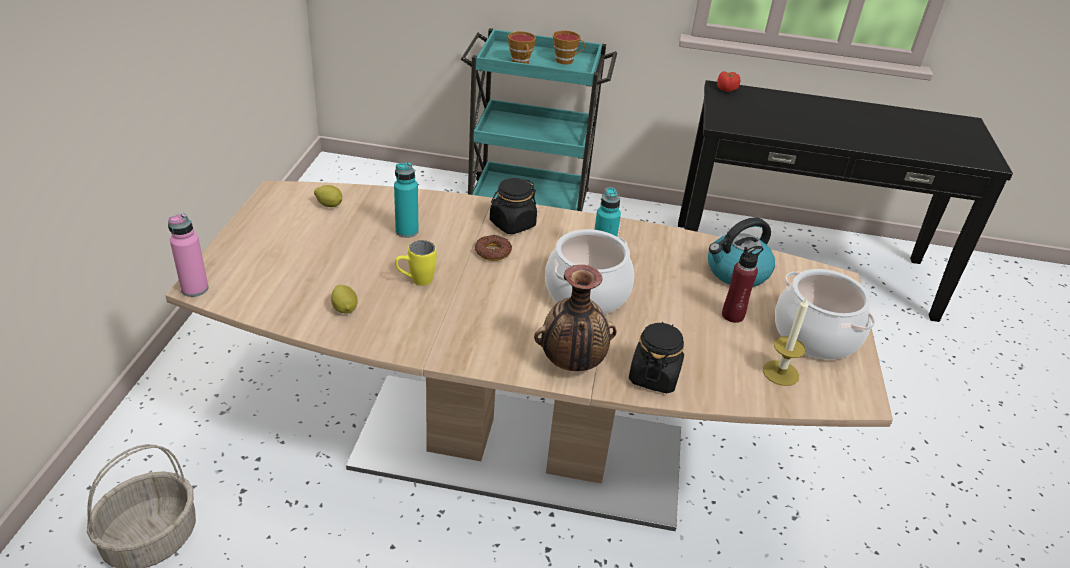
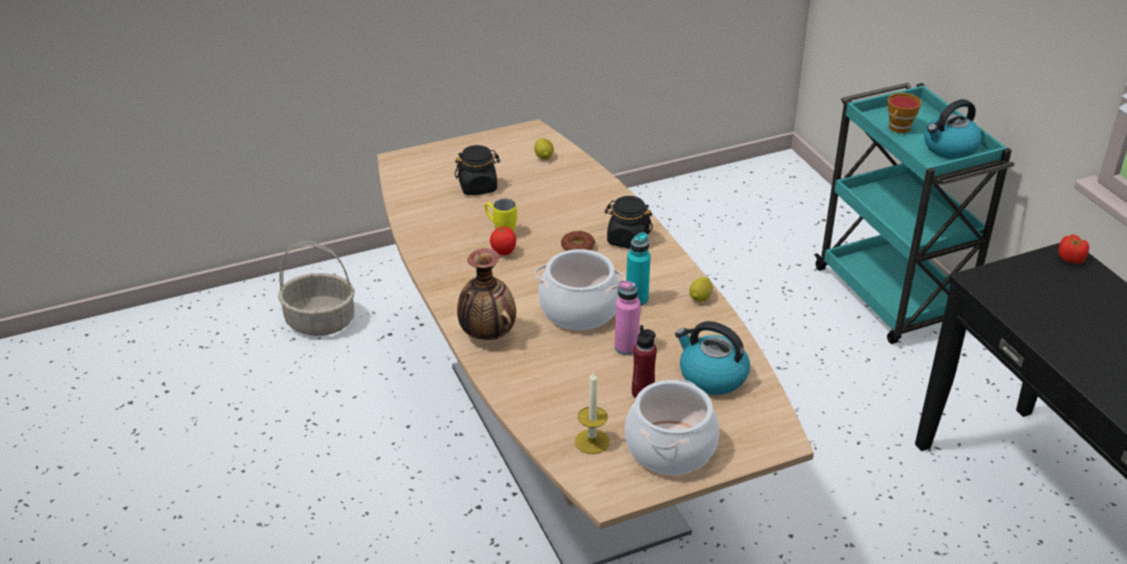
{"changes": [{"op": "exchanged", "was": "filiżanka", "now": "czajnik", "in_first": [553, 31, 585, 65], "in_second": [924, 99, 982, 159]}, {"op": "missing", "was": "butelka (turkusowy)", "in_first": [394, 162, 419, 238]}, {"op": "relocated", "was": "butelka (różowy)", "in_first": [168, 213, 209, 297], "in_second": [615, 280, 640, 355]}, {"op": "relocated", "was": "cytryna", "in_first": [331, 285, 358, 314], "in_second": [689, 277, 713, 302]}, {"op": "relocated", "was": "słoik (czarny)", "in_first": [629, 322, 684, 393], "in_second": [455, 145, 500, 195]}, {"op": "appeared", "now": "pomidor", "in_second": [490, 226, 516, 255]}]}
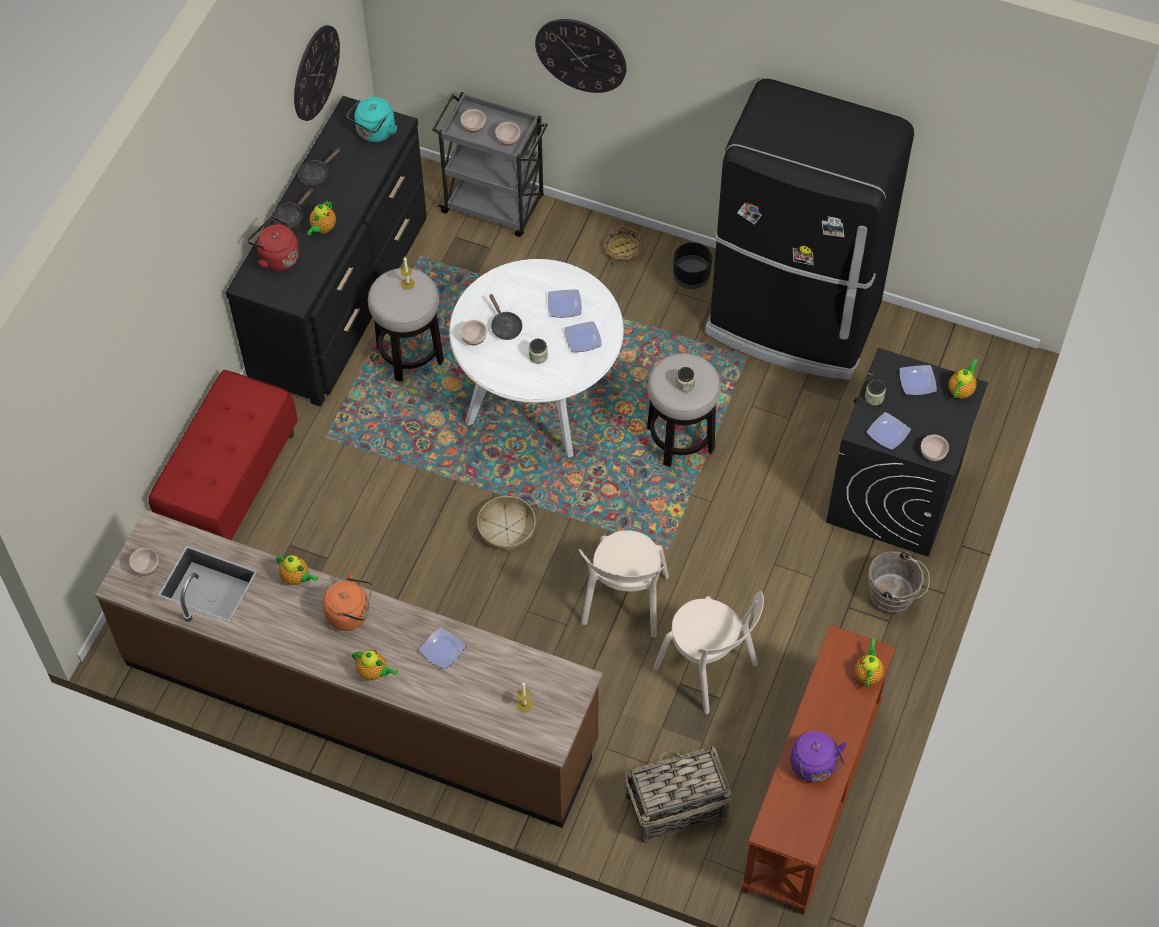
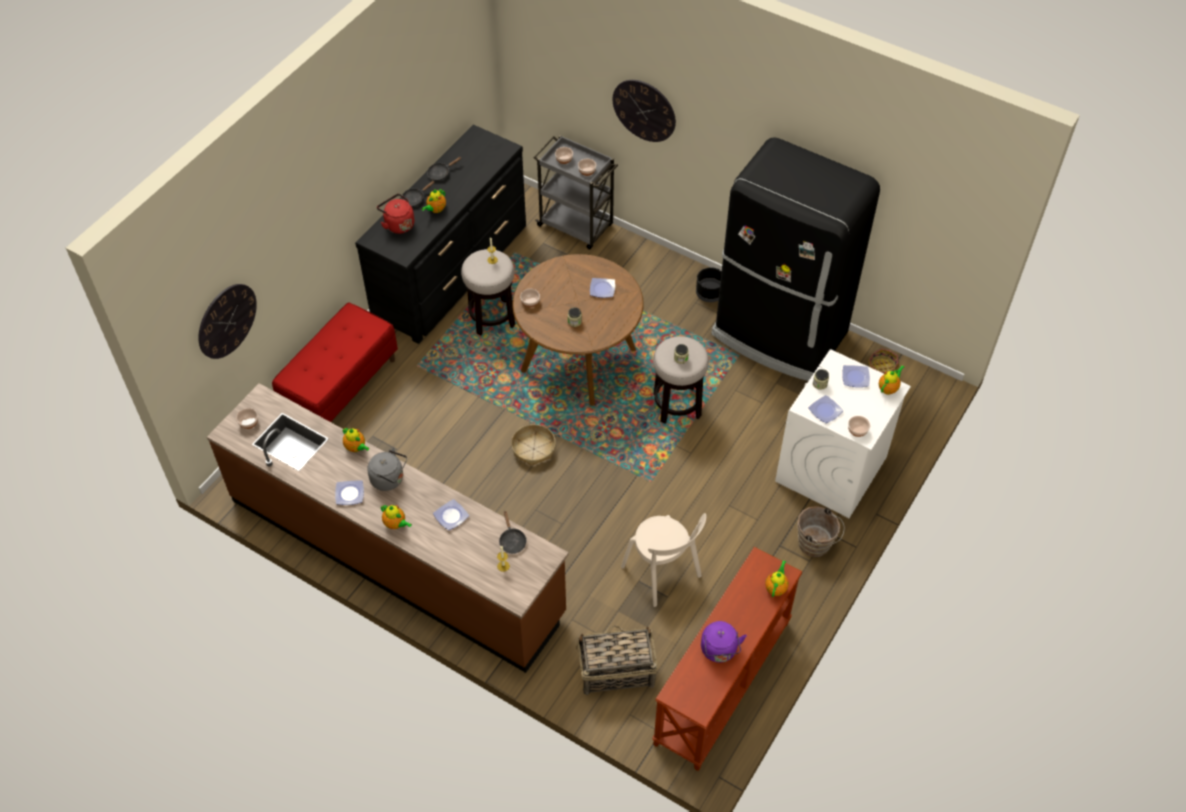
{"changes": [{"op": "relocated", "was": "zegar ścienny", "in_first": [294, 25, 340, 121], "in_second": [198, 284, 257, 359]}, {"op": "missing", "was": "czajnik (turkusowy)", "in_first": [347, 97, 397, 142]}, {"op": "relocated", "was": "koszyk", "in_first": [603, 226, 643, 265], "in_second": [868, 349, 899, 374]}, {"op": "colour", "was": "stół jadalny (biały)", "now": "stół jadalny (brązowy)", "in_first": [449, 259, 624, 458], "in_second": [512, 254, 644, 406]}, {"op": "relocated", "was": "patelnia (czarny)", "in_first": [490, 294, 522, 340], "in_second": [499, 511, 526, 554]}, {"op": "relocated", "was": "talerz", "in_first": [564, 321, 602, 352], "in_second": [335, 480, 364, 505]}, {"op": "colour", "was": "pralka (czarny)", "now": "pralka (biały)", "in_first": [826, 348, 988, 557], "in_second": [775, 349, 911, 518]}, {"op": "missing", "was": "krzesło (beżowy)", "in_first": [579, 530, 669, 638]}, {"op": "colour", "was": "czajnik (pomarańczowy)", "now": "czajnik (szary)", "in_first": [323, 573, 372, 631], "in_second": [367, 448, 407, 491]}]}
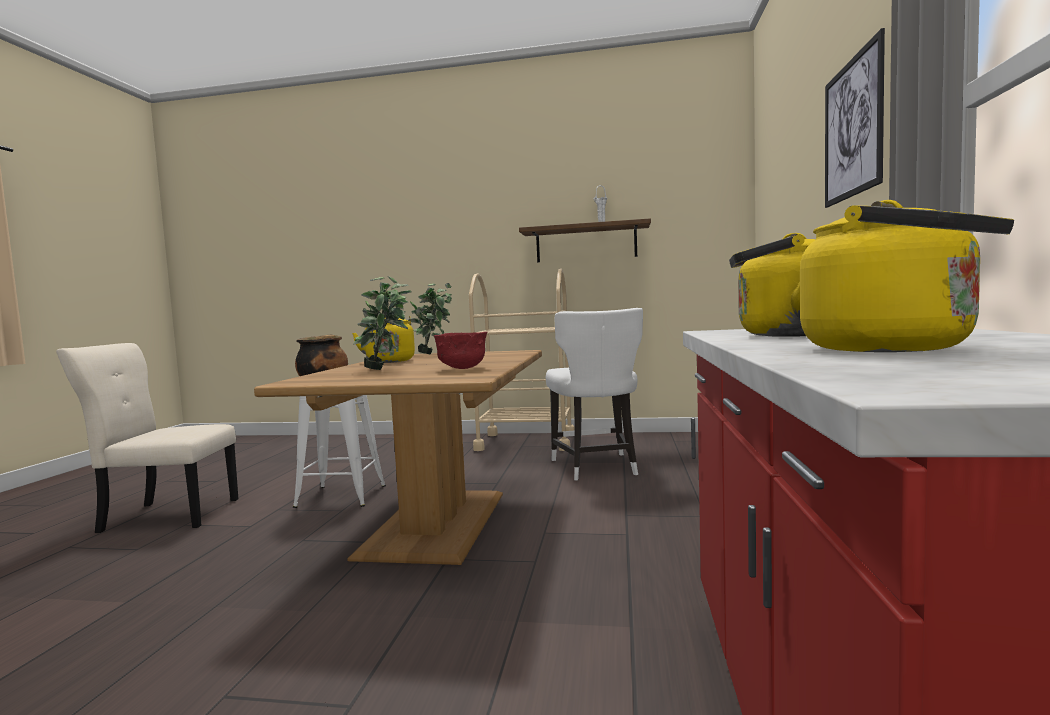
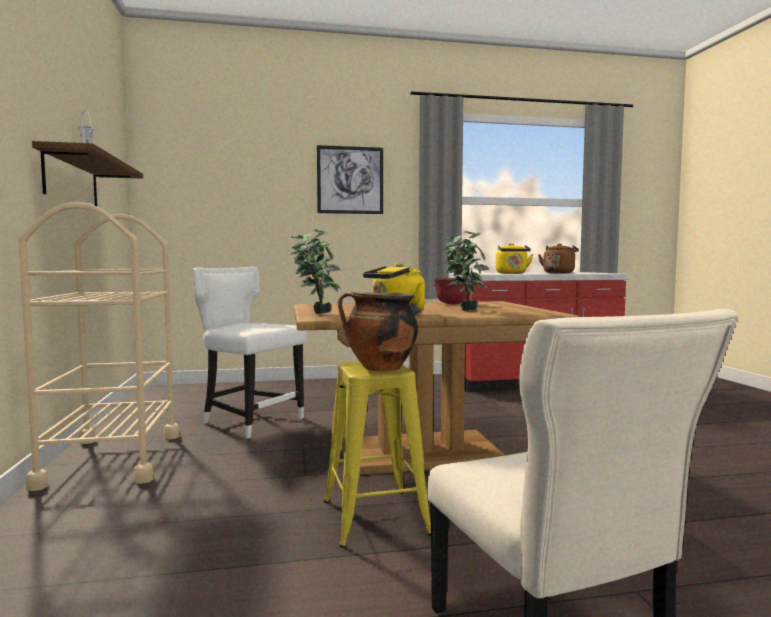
{"changes": [{"op": "colour", "was": "czajnik (żółty)", "now": "czajnik (brązowy)", "in_first": [800, 200, 1014, 352], "in_second": [538, 243, 579, 273]}, {"op": "spun", "was": "krzesło (biały)", "in_first": [546, 308, 643, 480], "in_second": [193, 267, 307, 438], "clockwise": -120}, {"op": "colour", "was": "stołek (biały)", "now": "stołek (żółty)", "in_first": [293, 395, 386, 508], "in_second": [324, 362, 431, 548]}]}
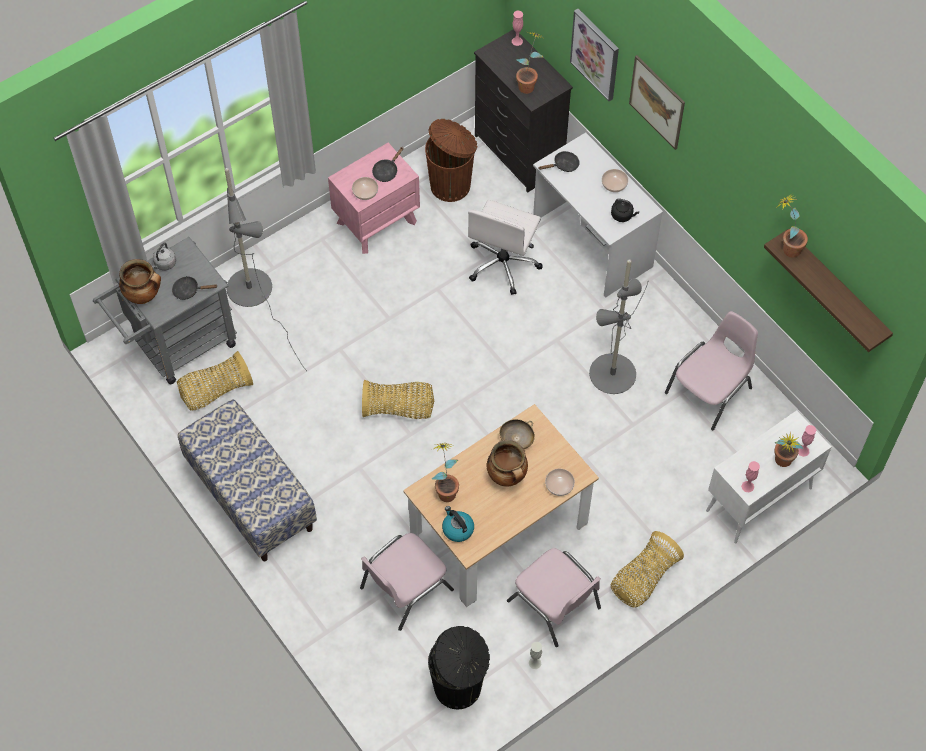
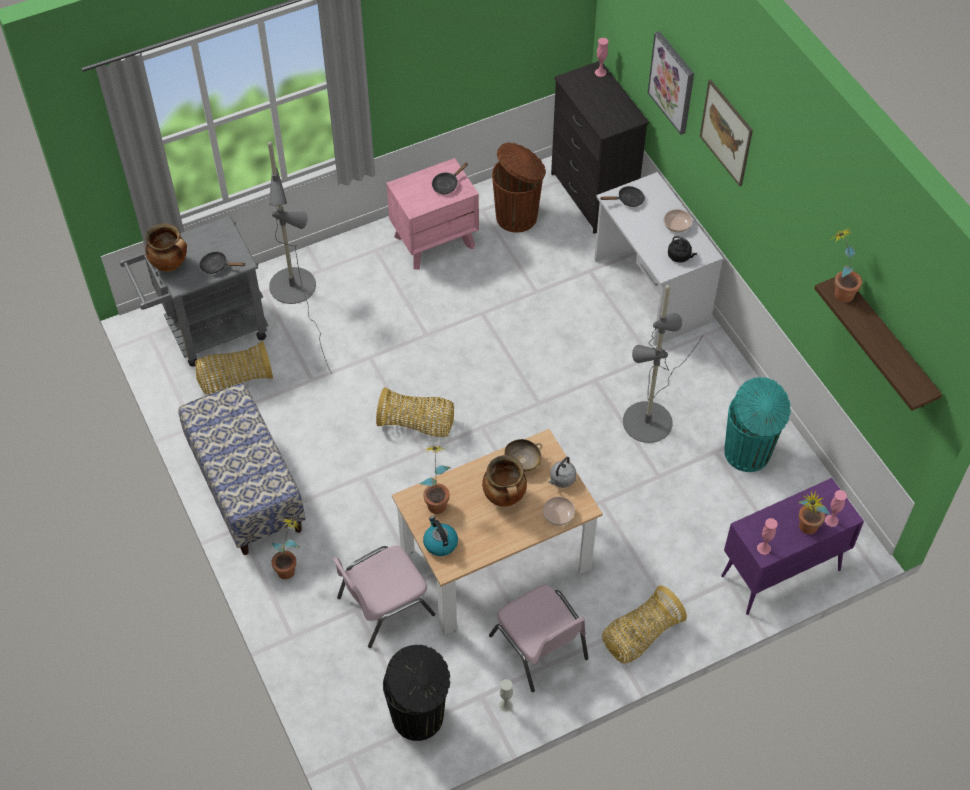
{"changes": [{"op": "relocated", "was": "roślina doniczkowa", "in_first": [516, 32, 544, 94], "in_second": [271, 518, 300, 579]}, {"op": "missing", "was": "miska", "in_first": [352, 177, 378, 200]}, {"op": "missing", "was": "krzesło biurowe (biały)", "in_first": [468, 200, 543, 295]}, {"op": "relocated", "was": "czajnik (szary)", "in_first": [152, 243, 176, 270], "in_second": [549, 457, 576, 488]}, {"op": "exchanged", "was": "krzesło (różowy)", "now": "kosz na śmieci (turkusowy)", "in_first": [665, 311, 758, 430], "in_second": [724, 377, 791, 472]}, {"op": "colour", "was": "szafka (biały)", "now": "szafka (fioletowy)", "in_first": [706, 410, 832, 544], "in_second": [721, 478, 864, 615]}]}
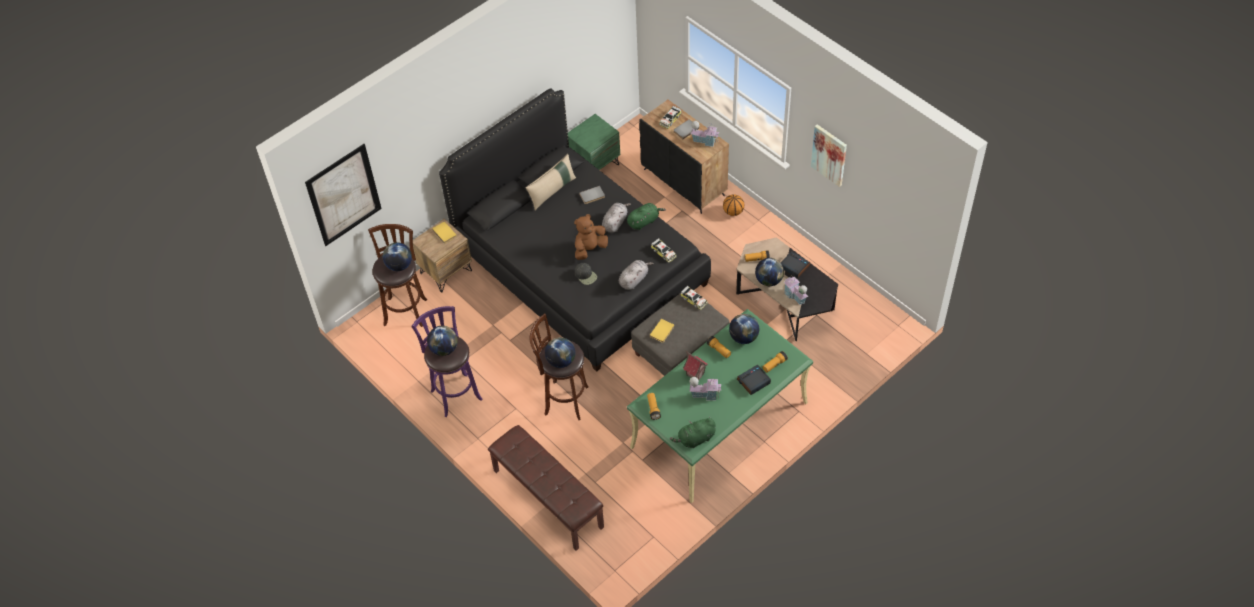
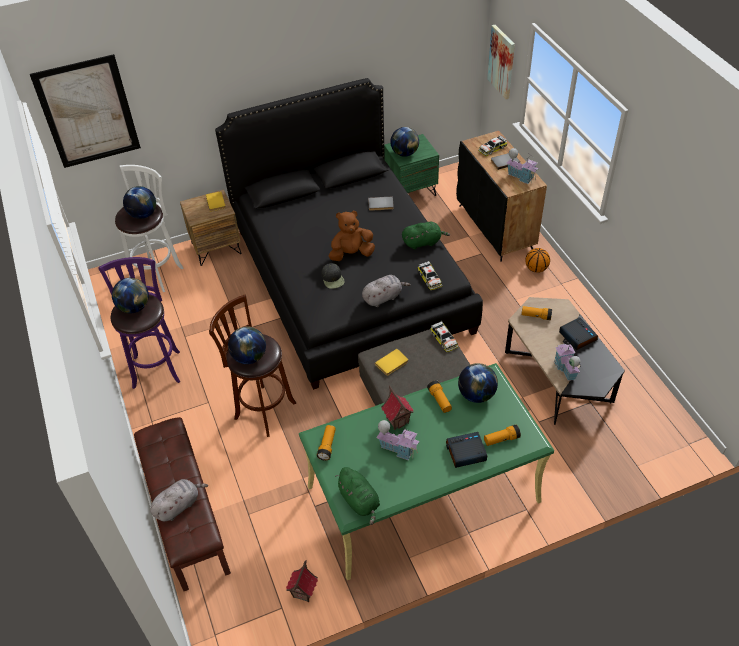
{"changes": [{"op": "relocated", "was": "obraz", "in_first": [811, 124, 847, 187], "in_second": [487, 25, 515, 99]}, {"op": "missing", "was": "poduszka (beżowy)", "in_first": [525, 154, 576, 211]}, {"op": "relocated", "was": "pluszak (szary)", "in_first": [602, 203, 631, 233], "in_second": [150, 479, 208, 521]}, {"op": "colour", "was": "stołek (brązowy)", "now": "stołek (biały)", "in_first": [368, 224, 427, 327], "in_second": [115, 165, 184, 292]}, {"op": "relocated", "was": "globus", "in_first": [755, 258, 784, 286], "in_second": [390, 127, 419, 157]}, {"op": "spun", "was": "pluszak (zielony)", "in_first": [670, 417, 716, 448], "in_second": [335, 467, 380, 525], "clockwise": -120}, {"op": "appeared", "now": "domek", "in_second": [286, 560, 318, 602]}]}
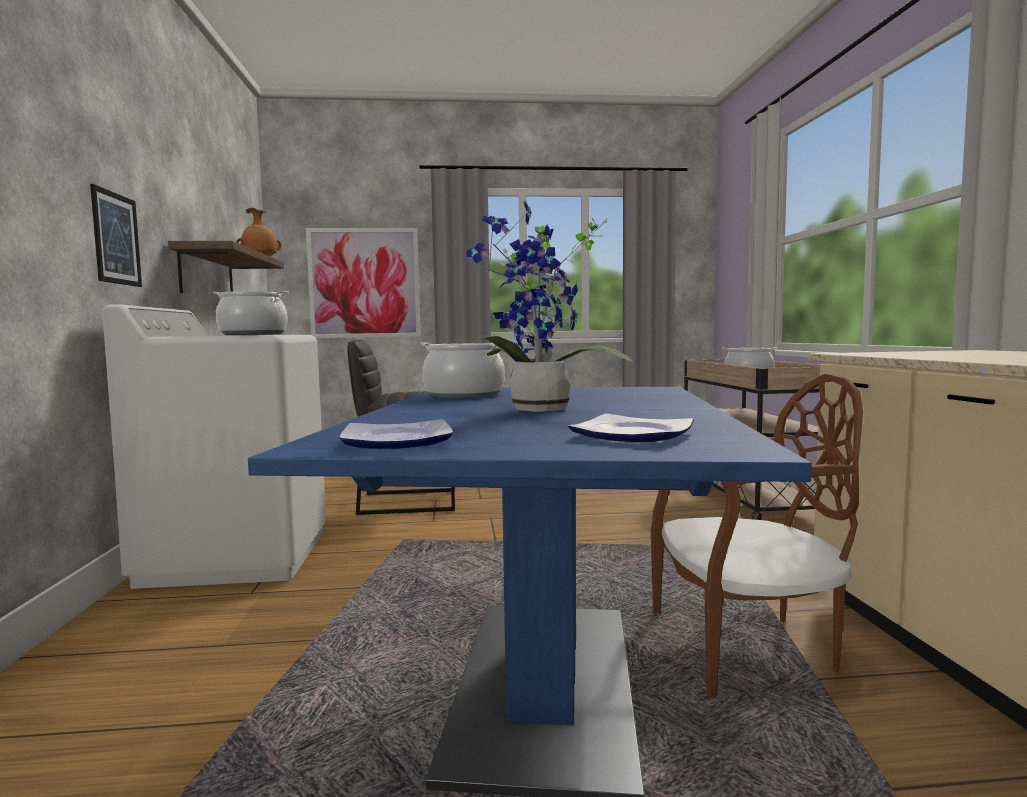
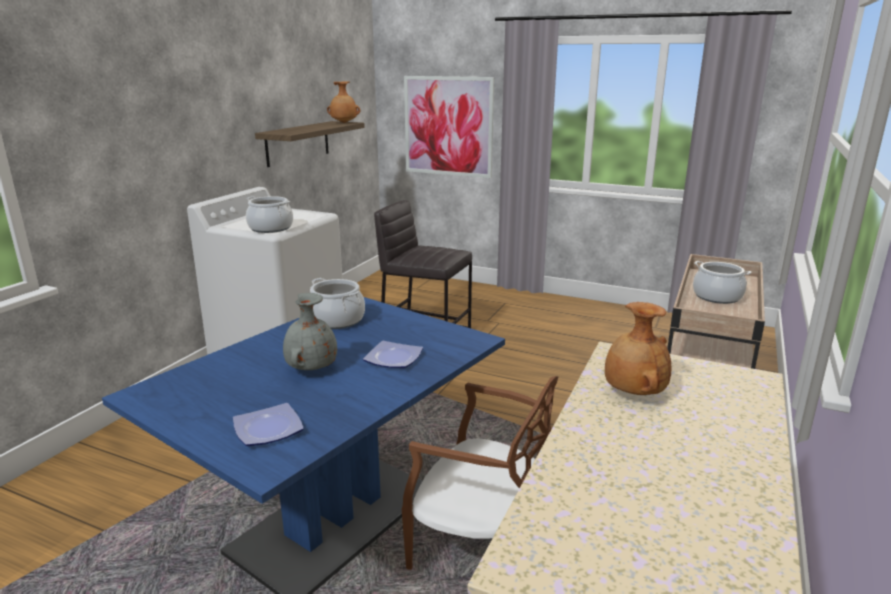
{"changes": [{"op": "missing", "was": "obraz", "in_first": [90, 184, 142, 287]}, {"op": "exchanged", "was": "roślina doniczkowa", "now": "wazon (szary)", "in_first": [466, 200, 633, 412], "in_second": [283, 293, 337, 370]}, {"op": "relocated", "was": "talerz", "in_first": [340, 419, 453, 449], "in_second": [363, 341, 423, 368]}, {"op": "appeared", "now": "wazon (brązowy)", "in_second": [605, 302, 671, 395]}]}
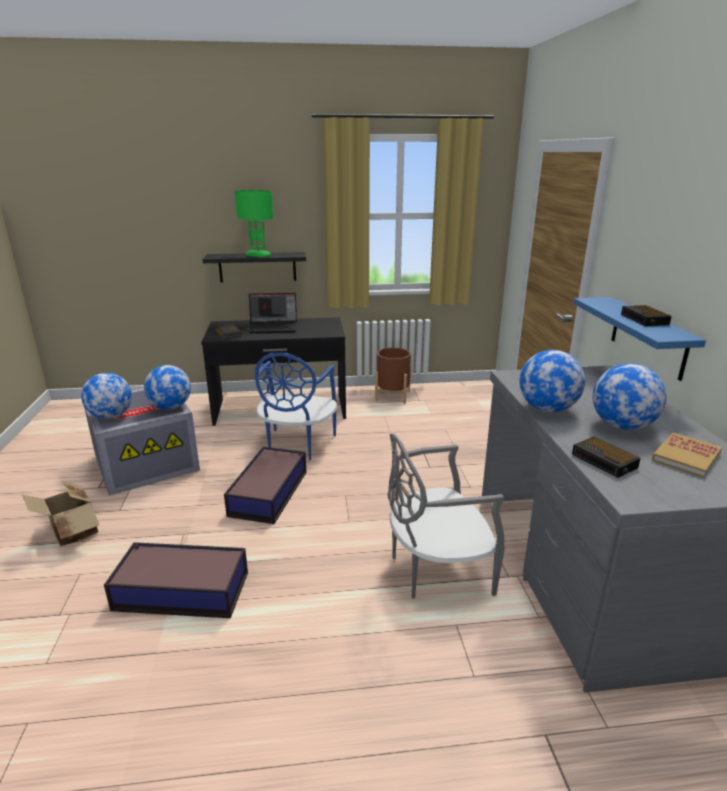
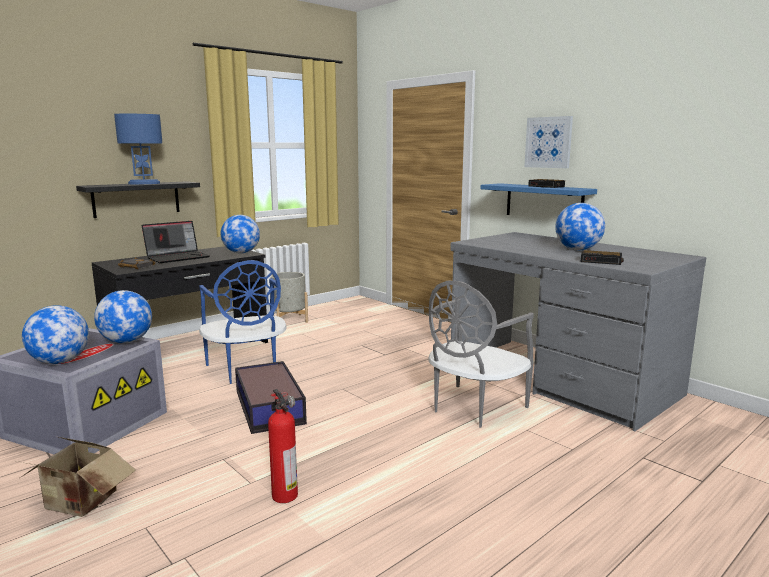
{"changes": [{"op": "colour", "was": "lampa stołowa (zielony)", "now": "lampa stołowa (niebieski)", "in_first": [235, 190, 274, 257], "in_second": [114, 114, 162, 184]}, {"op": "colour", "was": "donica (brązowy)", "now": "donica (szary)", "in_first": [375, 348, 411, 404], "in_second": [271, 272, 308, 323]}, {"op": "relocated", "was": "globus", "in_first": [519, 350, 585, 412], "in_second": [221, 215, 260, 253]}, {"op": "missing", "was": "książka", "in_first": [652, 433, 722, 478]}, {"op": "exchanged", "was": "pojemnik do przechowywania", "now": "gaśnica", "in_first": [104, 542, 248, 618], "in_second": [268, 389, 298, 503]}, {"op": "appeared", "now": "obraz", "in_second": [524, 116, 573, 168]}]}
